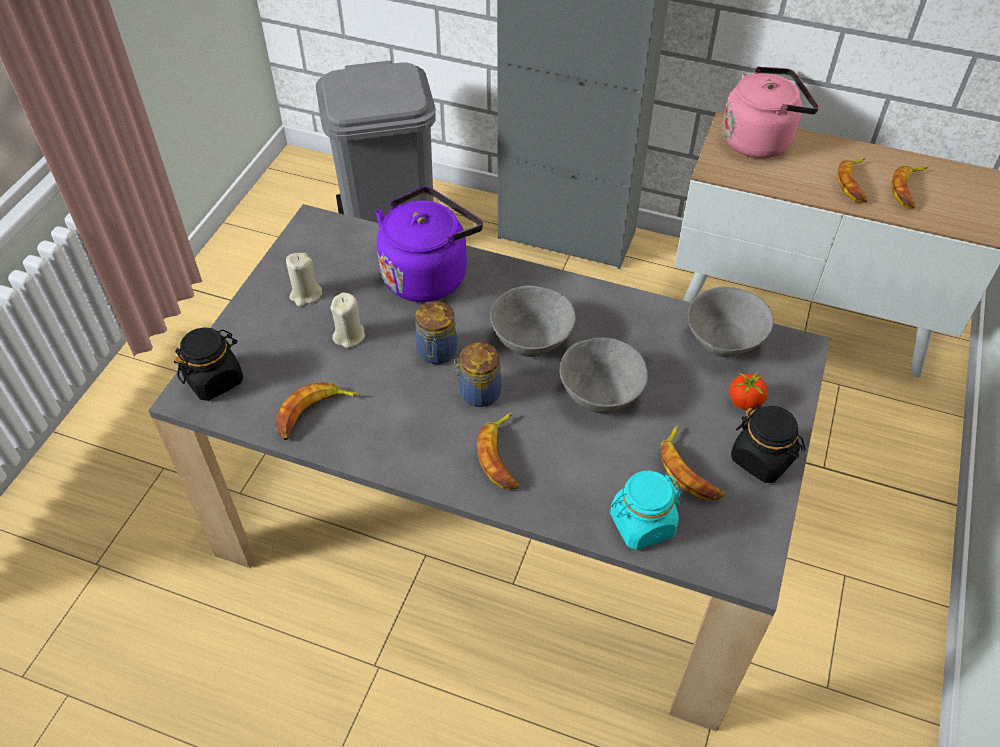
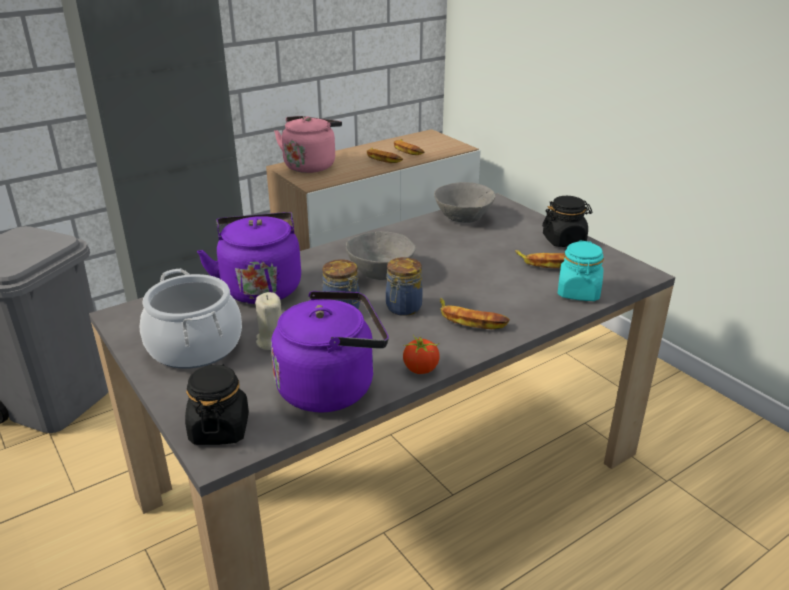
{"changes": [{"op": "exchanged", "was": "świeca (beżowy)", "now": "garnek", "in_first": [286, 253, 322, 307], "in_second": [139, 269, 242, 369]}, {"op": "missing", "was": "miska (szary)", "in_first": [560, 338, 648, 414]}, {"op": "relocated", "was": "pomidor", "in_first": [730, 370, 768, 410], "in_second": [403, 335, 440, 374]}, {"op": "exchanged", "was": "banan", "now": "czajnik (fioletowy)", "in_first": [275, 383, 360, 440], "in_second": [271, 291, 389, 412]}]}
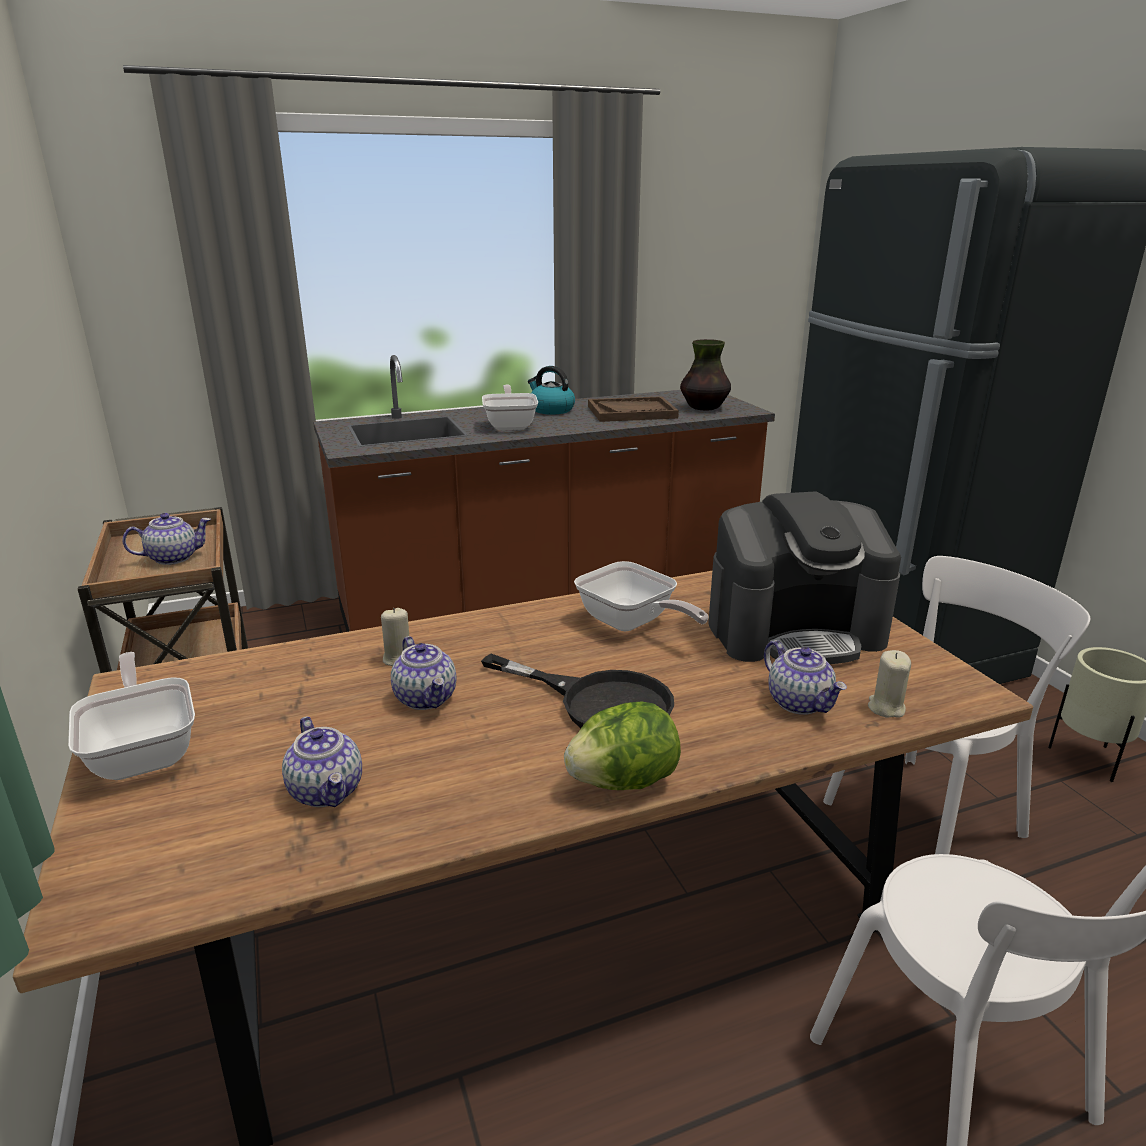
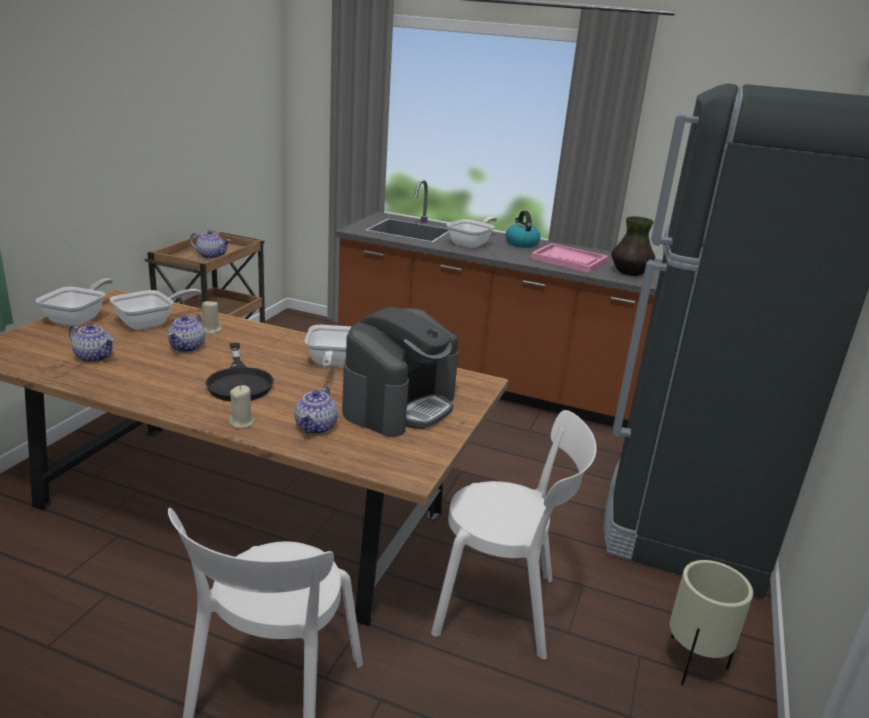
{"changes": [{"op": "colour", "was": "taca (brązowy)", "now": "taca (różowy)", "in_first": [588, 396, 679, 422], "in_second": [531, 243, 608, 273]}, {"op": "spun", "was": "ekspres do kawy", "in_first": [708, 491, 901, 664], "in_second": [342, 307, 458, 437], "clockwise": -90}, {"op": "relocated", "was": "świeca (beżowy)", "in_first": [868, 650, 911, 718], "in_second": [228, 385, 255, 428]}, {"op": "missing", "was": "sałata", "in_first": [564, 702, 681, 790]}, {"op": "spun", "was": "imbryk", "in_first": [282, 717, 362, 807], "in_second": [69, 324, 114, 363], "clockwise": -75}, {"op": "appeared", "now": "patelnia", "in_second": [109, 289, 201, 330]}]}
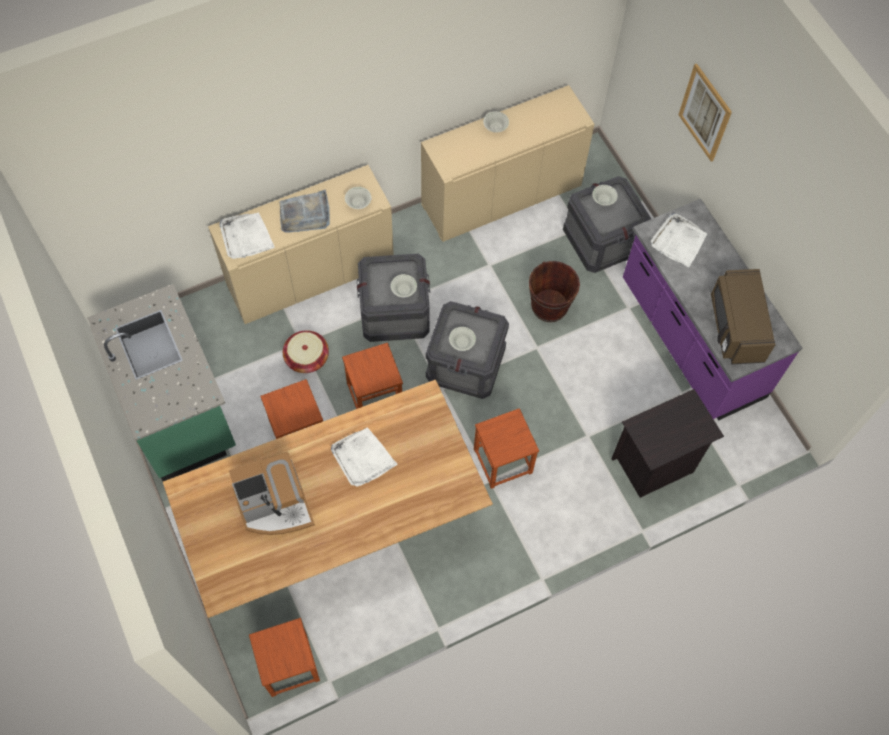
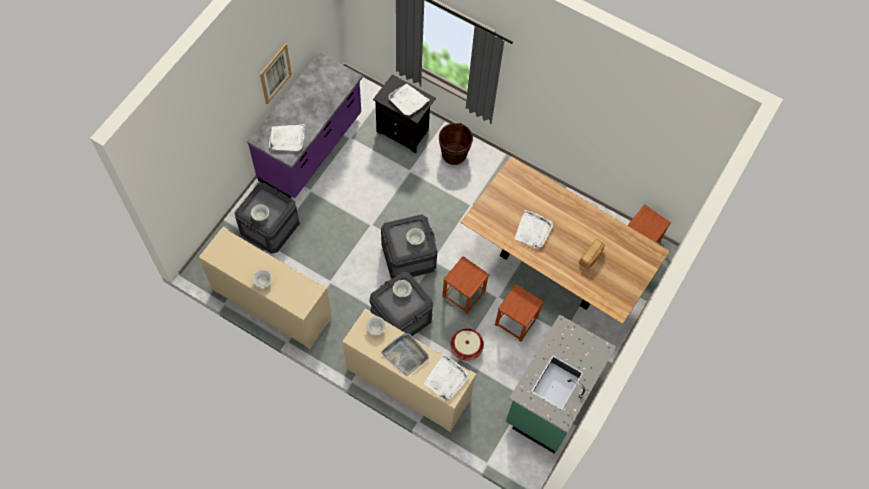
{"changes": [{"op": "relocated", "was": "obraz", "in_first": [679, 64, 732, 162], "in_second": [260, 43, 292, 104]}, {"op": "relocated", "was": "wiadro (brązowy)", "in_first": [529, 261, 580, 322], "in_second": [439, 123, 473, 165]}, {"op": "missing", "was": "mikrofalówka (brązowy)", "in_first": [711, 269, 775, 364]}, {"op": "missing", "was": "stołek (brązowy)", "in_first": [474, 408, 539, 489]}, {"op": "exchanged", "was": "ekspres do kawy", "now": "chleb", "in_first": [229, 452, 315, 535], "in_second": [579, 239, 605, 269]}, {"op": "appeared", "now": "taca (biały)", "in_second": [388, 84, 430, 115]}]}
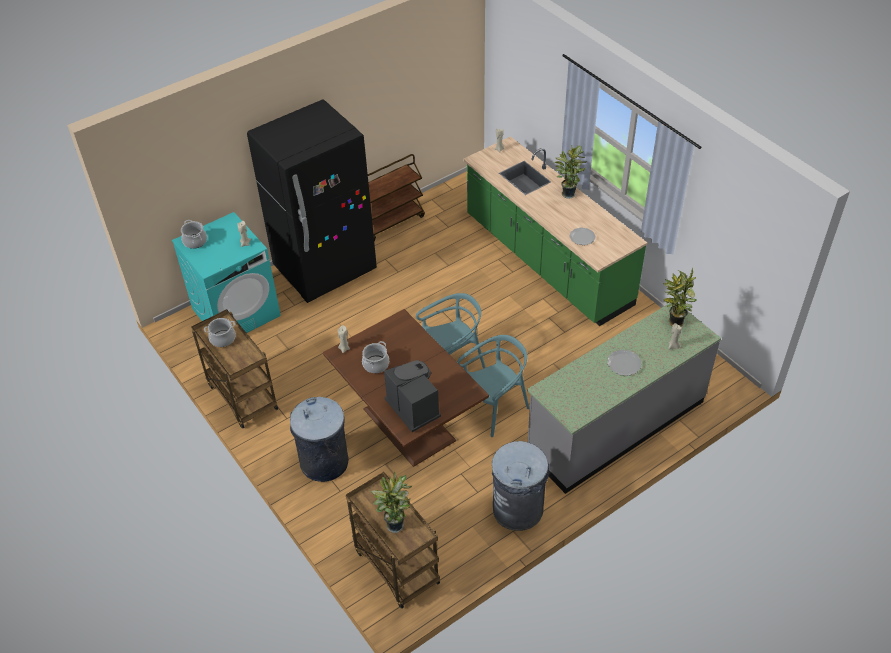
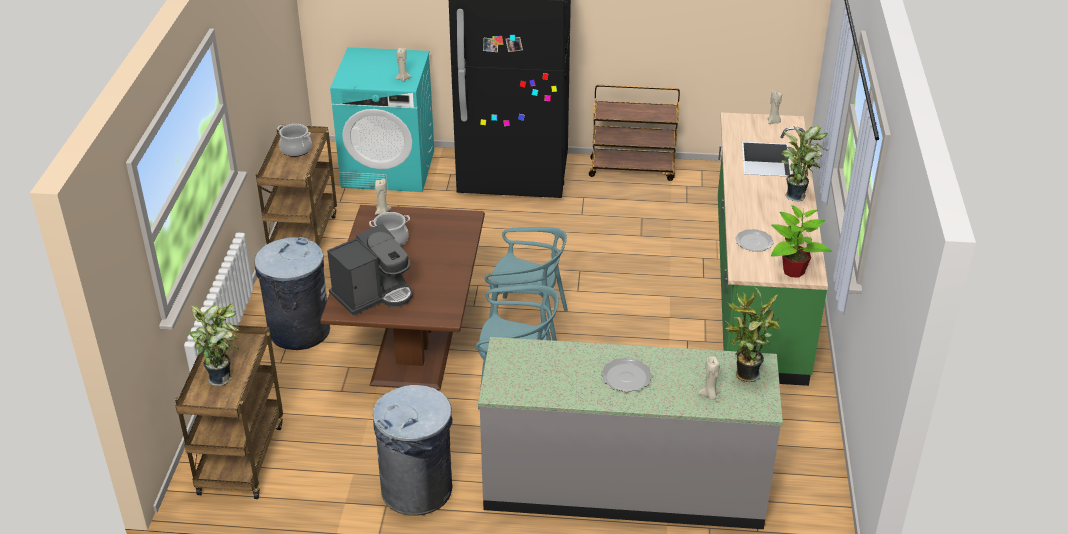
{"changes": [{"op": "missing", "was": "garnek", "in_first": [181, 220, 207, 249]}, {"op": "spun", "was": "ekspres do kawy", "in_first": [384, 360, 441, 432], "in_second": [327, 224, 412, 316], "clockwise": 45}, {"op": "appeared", "now": "roślina doniczkowa", "in_second": [771, 205, 832, 277]}]}
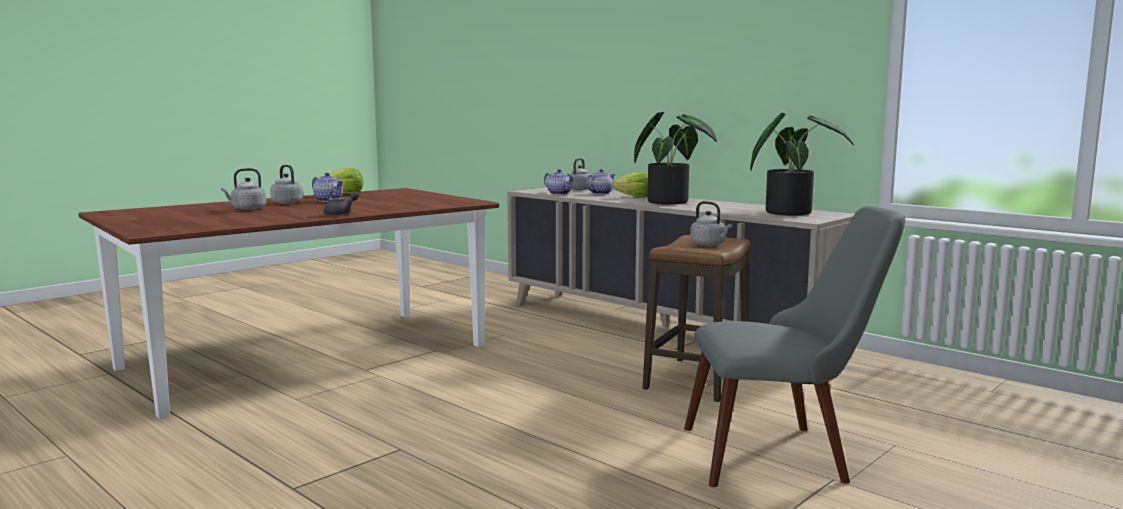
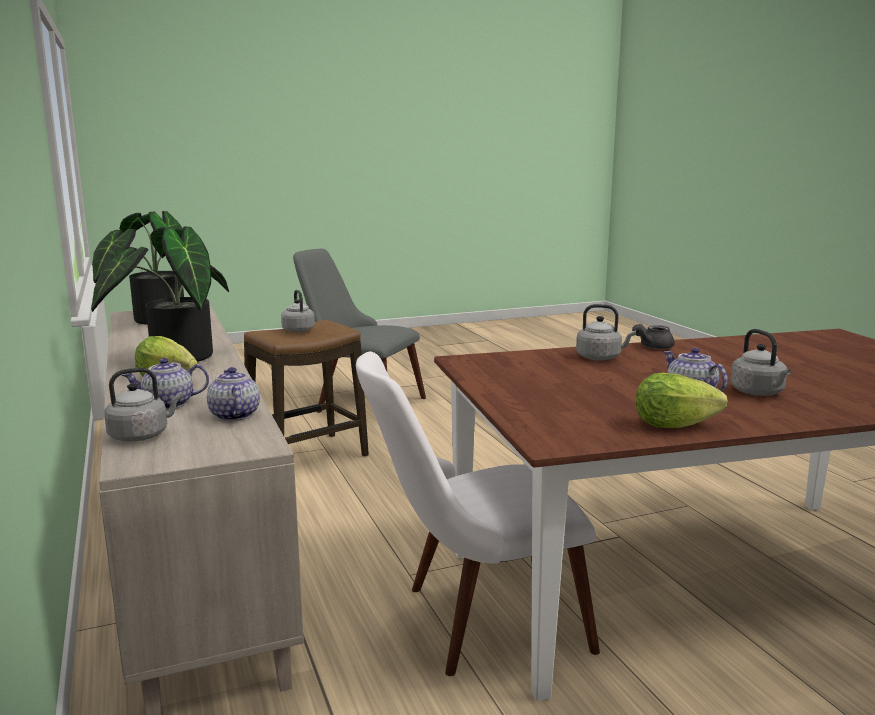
{"changes": [{"op": "relocated", "was": "czajnik (szary)", "in_first": [221, 168, 266, 210], "in_second": [576, 304, 636, 361]}, {"op": "appeared", "now": "krzesło (biały)", "in_second": [356, 351, 600, 676]}]}
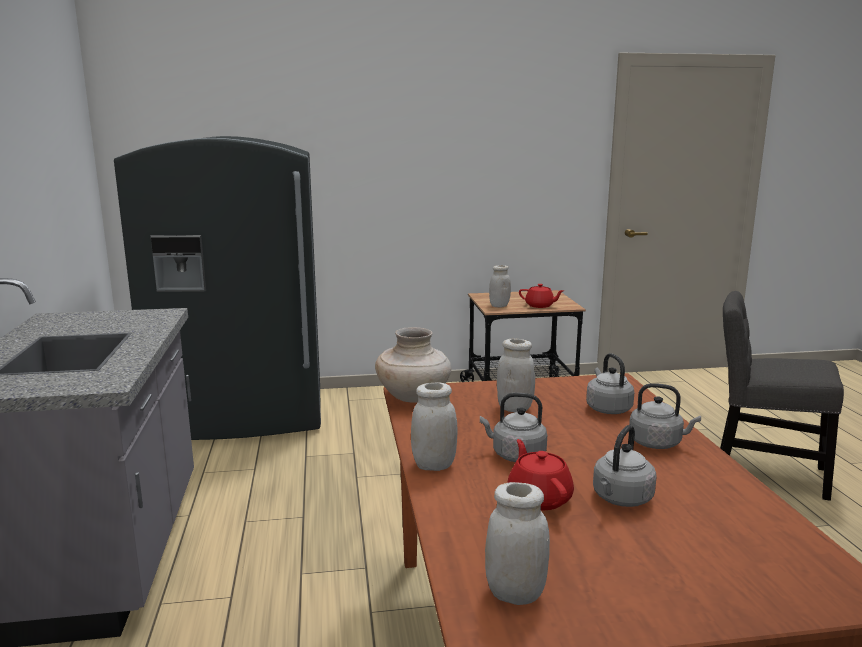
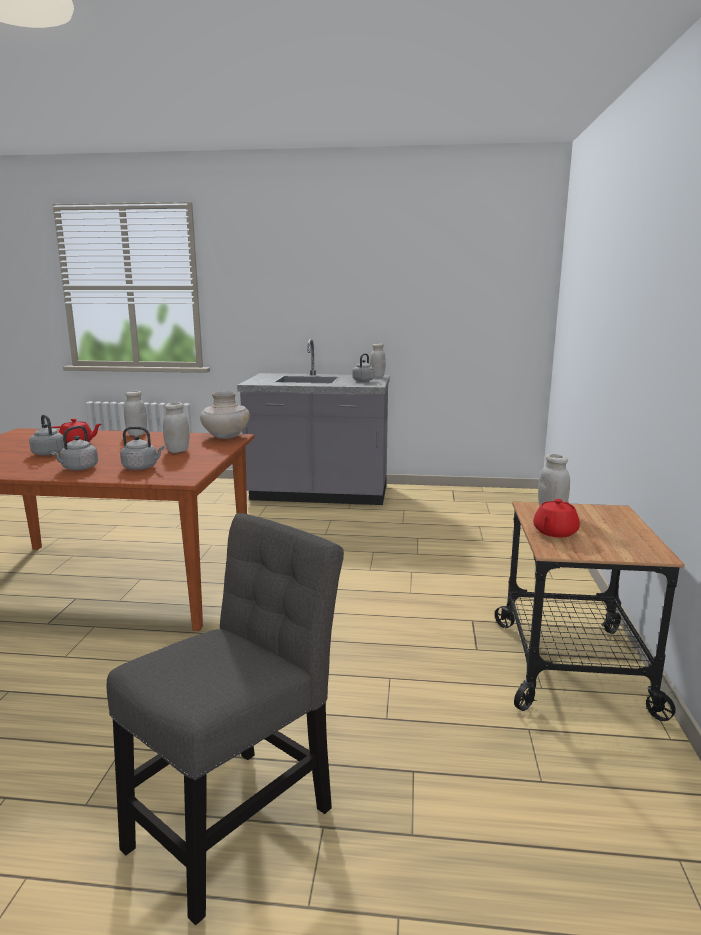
{"changes": [{"op": "missing", "was": "lodówka (szary)", "in_first": [114, 136, 321, 440]}, {"op": "relocated", "was": "czajnik (szary)", "in_first": [480, 393, 547, 462], "in_second": [353, 353, 374, 382]}, {"op": "relocated", "was": "słoik (biały)", "in_first": [485, 482, 550, 605], "in_second": [370, 344, 386, 377]}]}
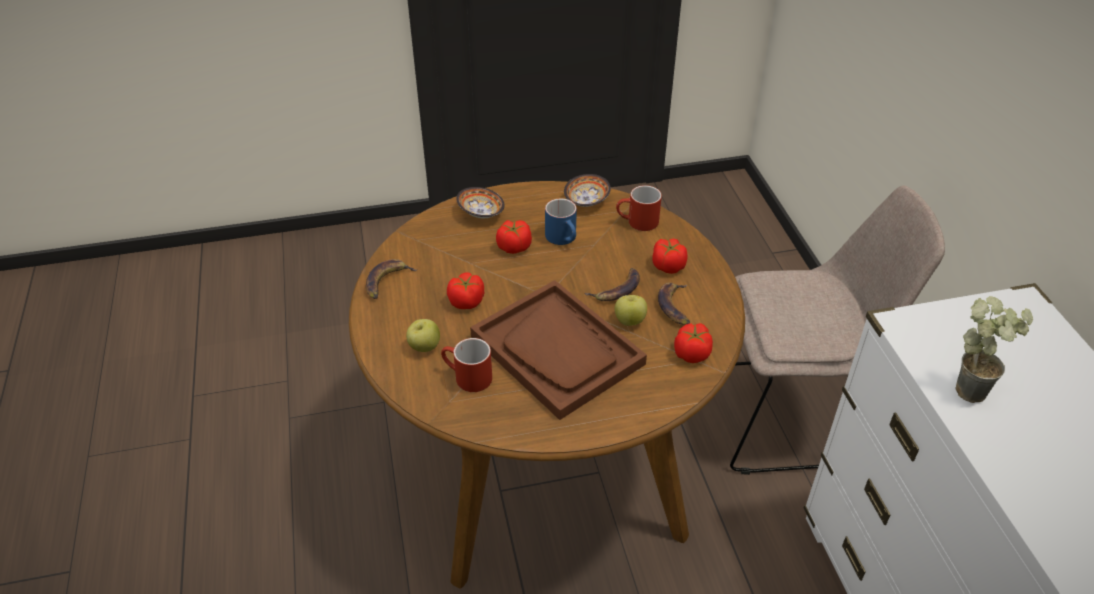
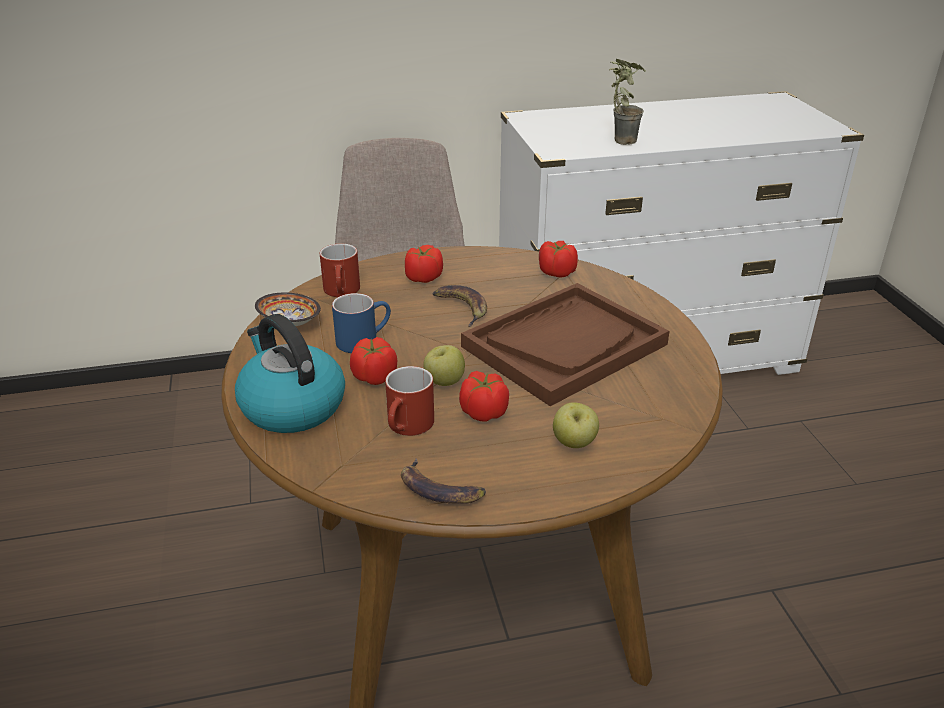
{"changes": [{"op": "exchanged", "was": "miska", "now": "czajnik", "in_first": [456, 187, 505, 218], "in_second": [235, 314, 345, 433]}, {"op": "missing", "was": "banan", "in_first": [658, 283, 690, 325]}, {"op": "relocated", "was": "jabłko", "in_first": [615, 295, 647, 326], "in_second": [423, 345, 465, 386]}, {"op": "relocated", "was": "kubek (czerwony)", "in_first": [441, 338, 492, 392], "in_second": [385, 366, 434, 436]}]}
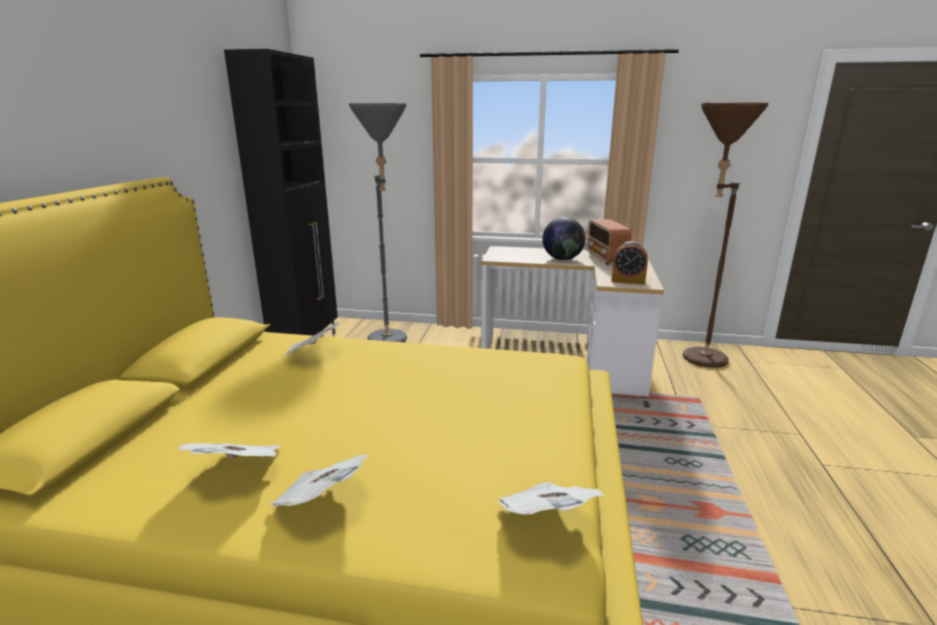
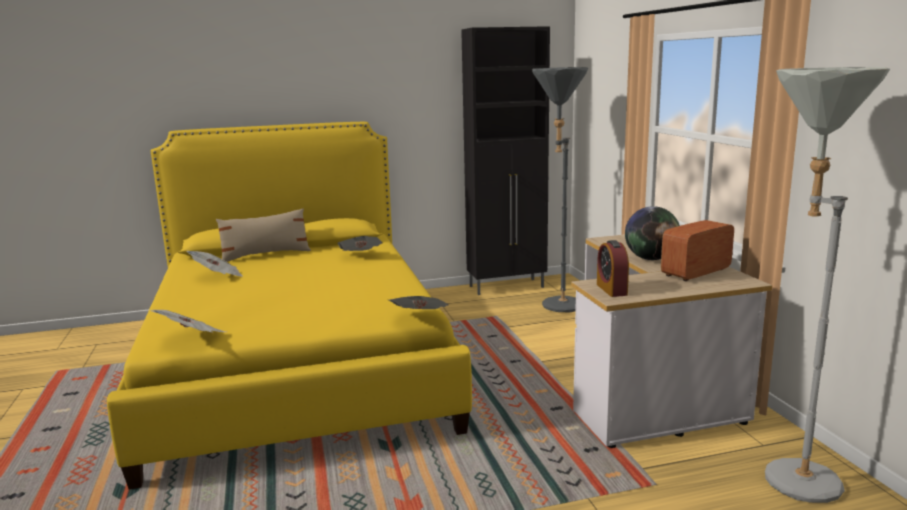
{"changes": [{"op": "colour", "was": "lampa stojąca (brązowy)", "now": "lampa stojąca (szary)", "in_first": [683, 103, 769, 368], "in_second": [765, 67, 890, 503]}, {"op": "relocated", "was": "gazeta", "in_first": [268, 454, 370, 506], "in_second": [389, 296, 449, 309]}, {"op": "appeared", "now": "poduszka (beżowy)", "in_second": [216, 208, 311, 262]}]}
